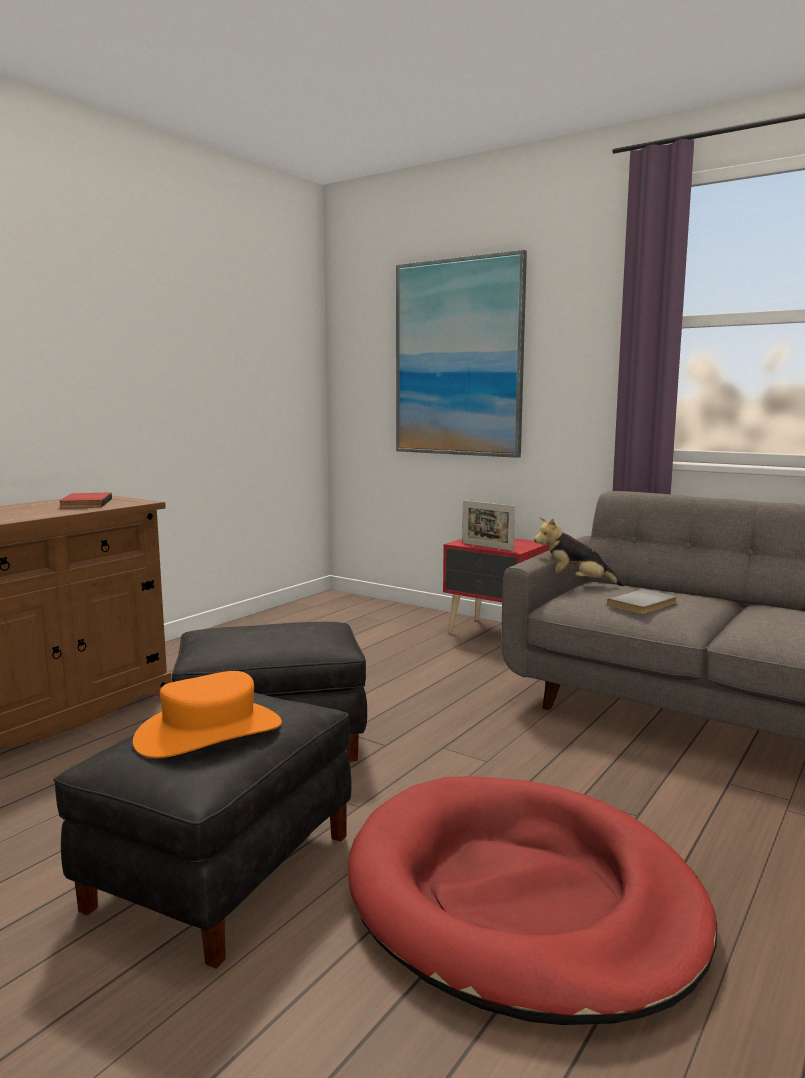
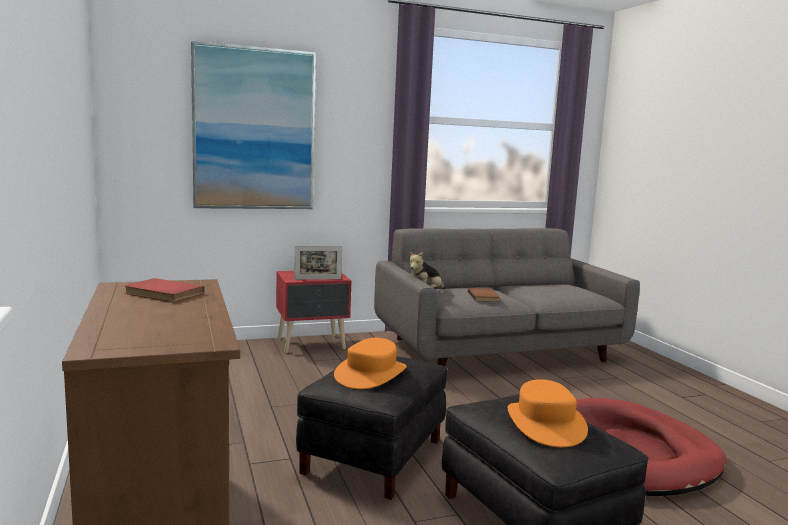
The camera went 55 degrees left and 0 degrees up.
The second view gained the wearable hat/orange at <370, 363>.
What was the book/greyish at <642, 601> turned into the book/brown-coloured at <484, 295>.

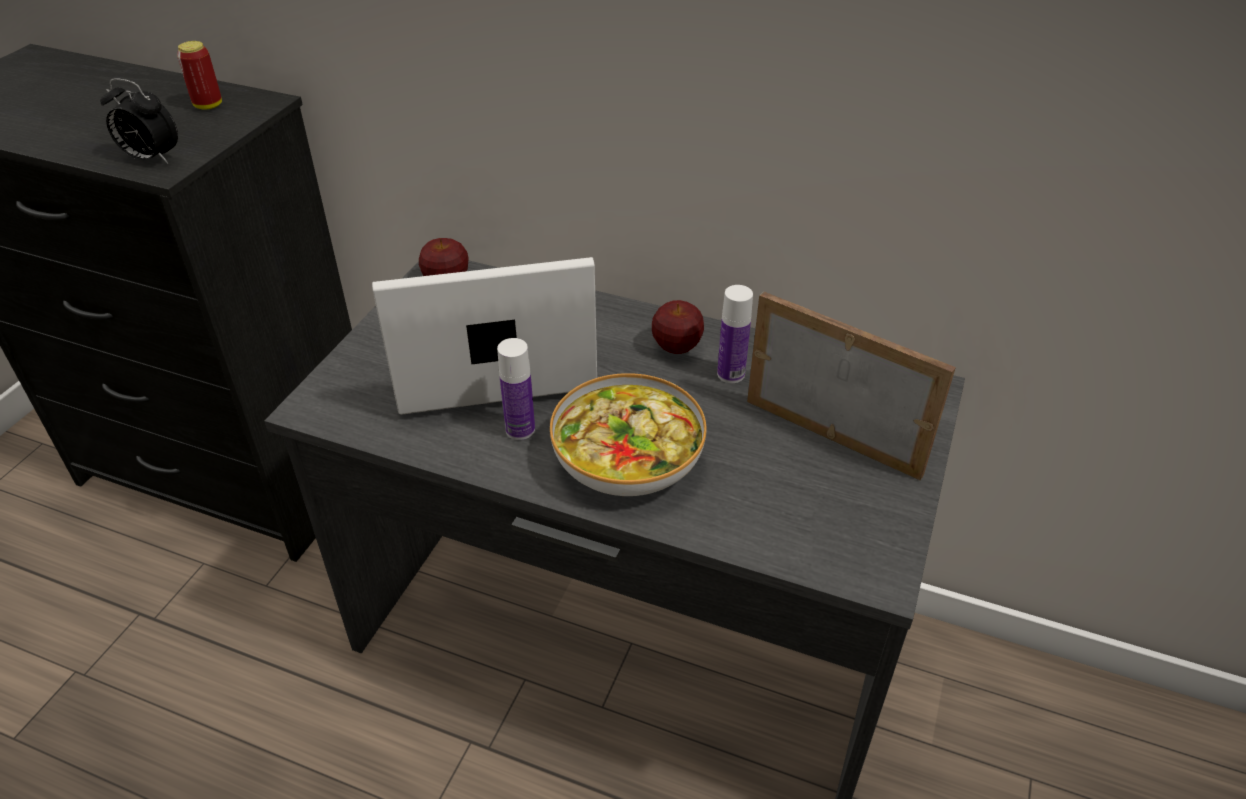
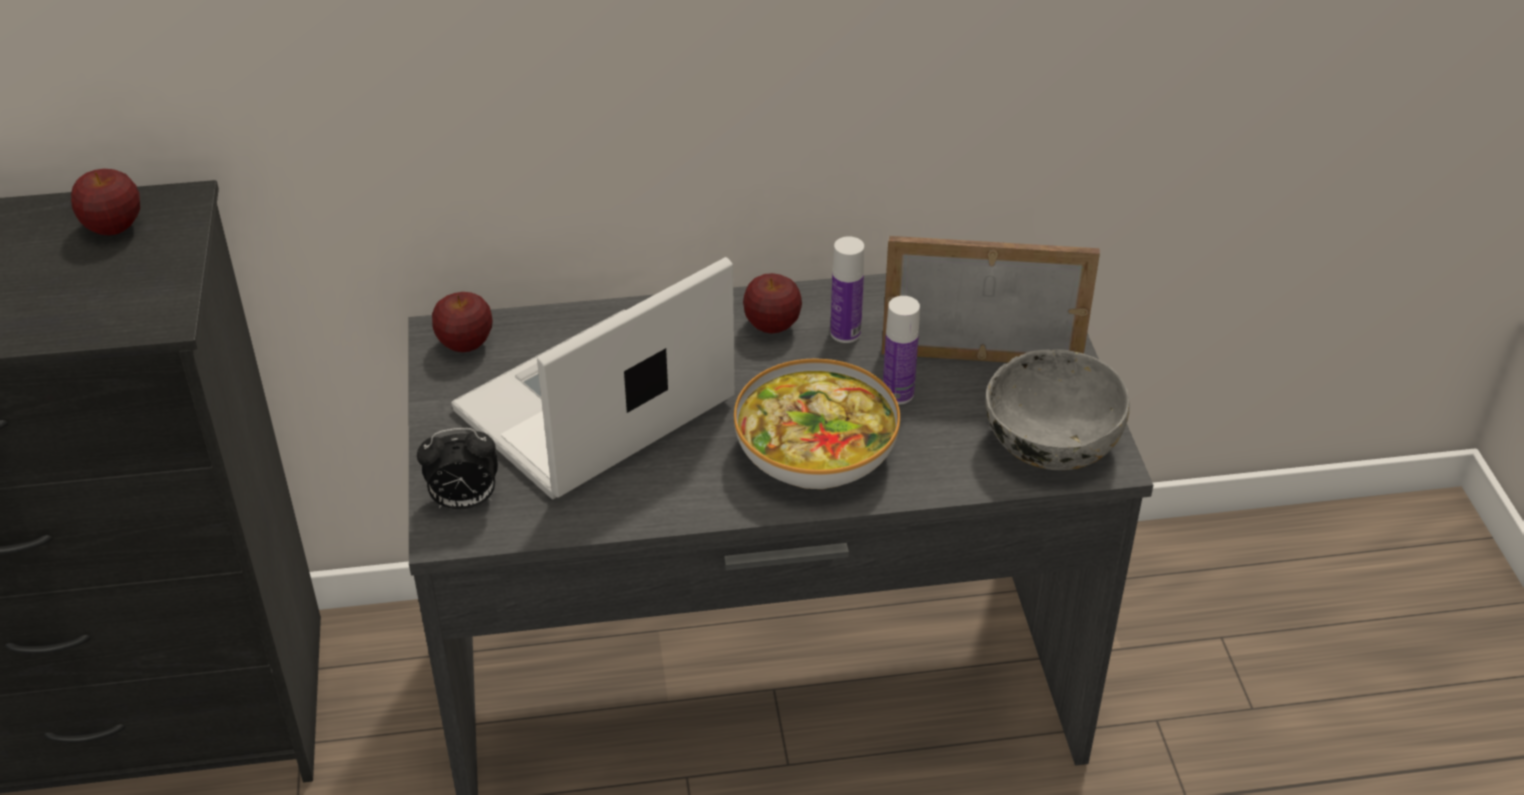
The camera went 30 degrees left and 0 degrees up.
Where the can stood at <199, 75>, the apple fruit came to stand at <105, 202>.
The bedside clock ended up elsewhere, having gone from <139, 121> to <457, 468>.
The beverage bottle ended up elsewhere, having gone from <516, 389> to <901, 350>.
The second view gained the serving bowl/greyish at <1058, 409>.

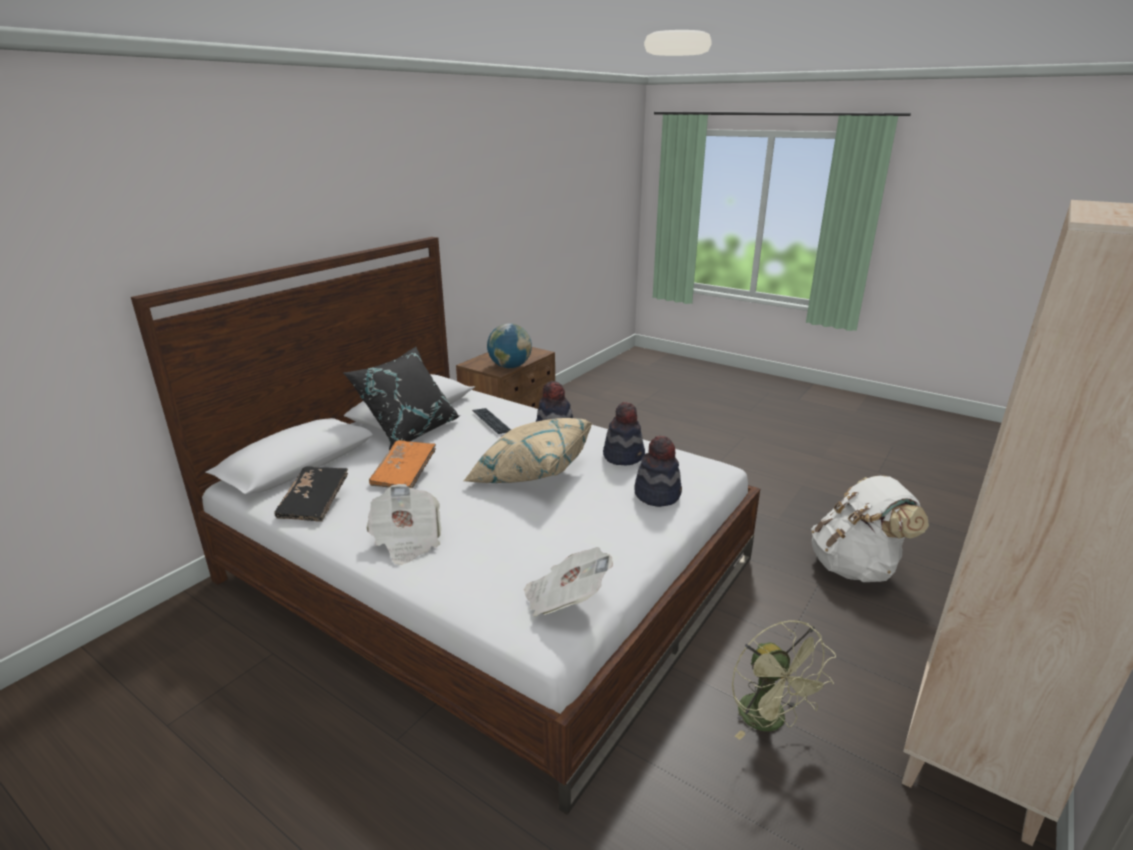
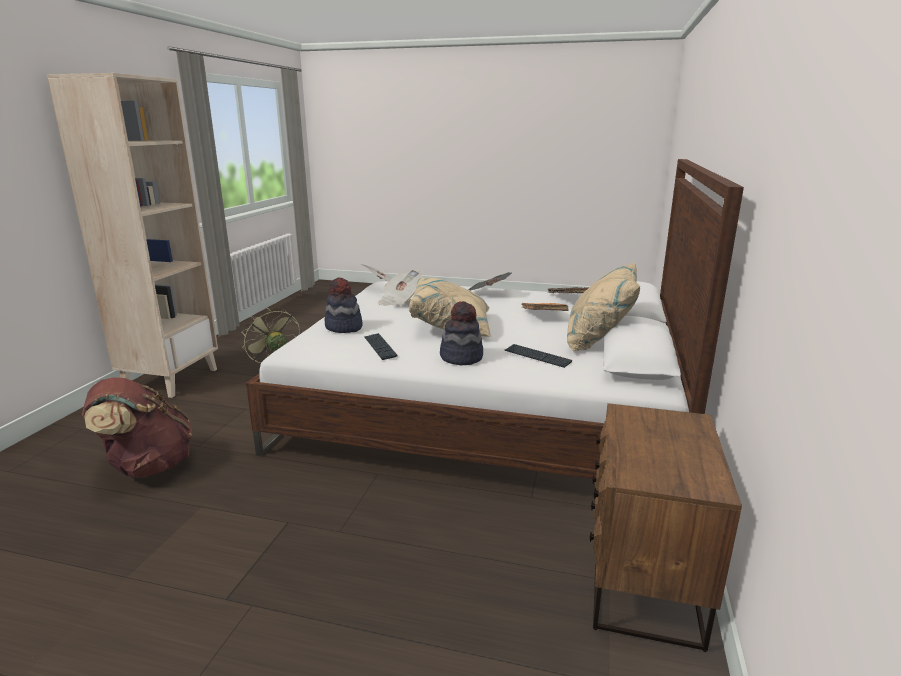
The camera went 160 degrees right and 5 degrees down.
What was the rucksack/whitish at <870, 529> turned into the rucksack/brown-coloured at <137, 427>.
Where the wearable hat stood at <624, 433>, the computer keyboard came to stand at <380, 346>.
The second view gained the printed paper at <401, 288>.
What was the throw pillow/black-coloured at <401, 399> turned into the throw pillow/sand-coloured at <603, 306>.
The second view lost the world globe at <509, 345>.

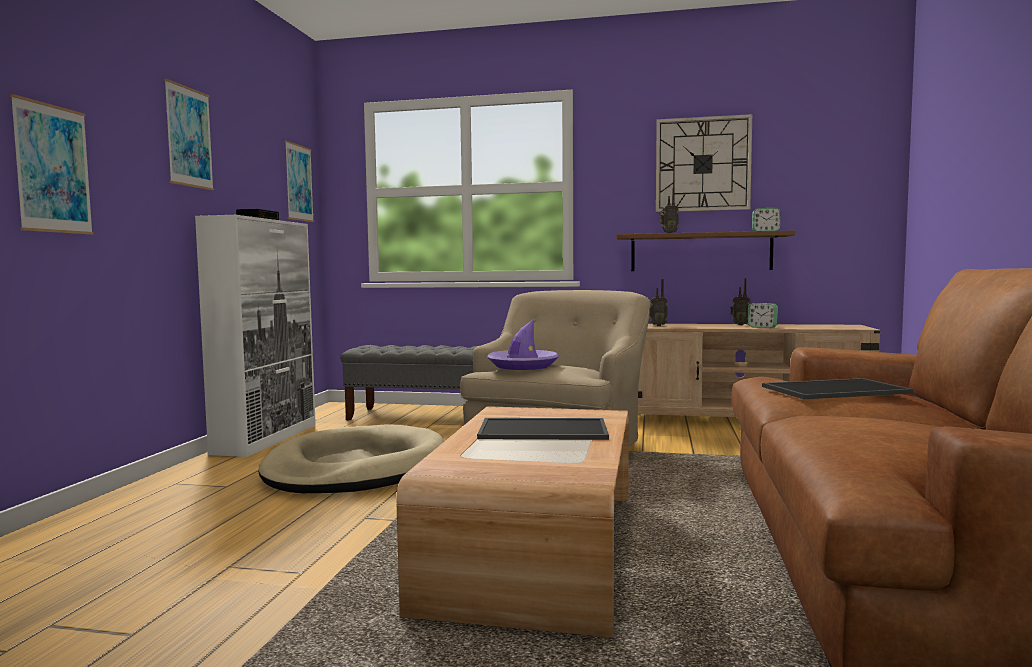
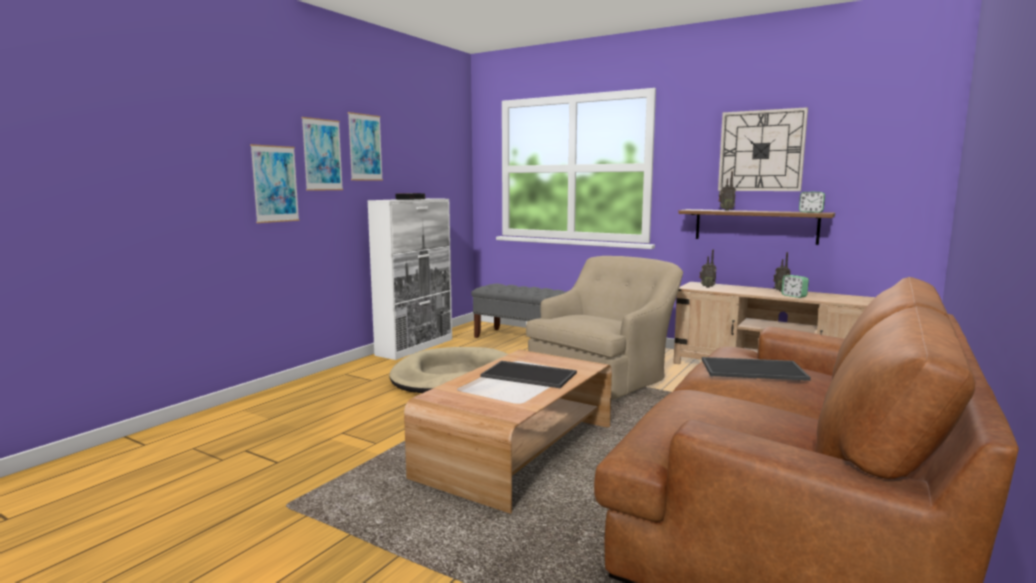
The camera went 20 degrees right and 5 degrees up.
The wall picture ended up elsewhere, having gone from <299, 181> to <322, 154>.
The second view lost the wearable hat/purplish at <523, 344>.

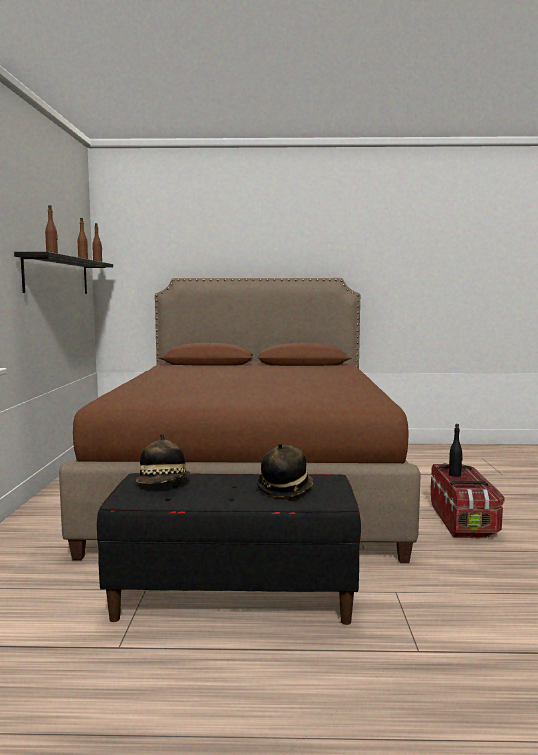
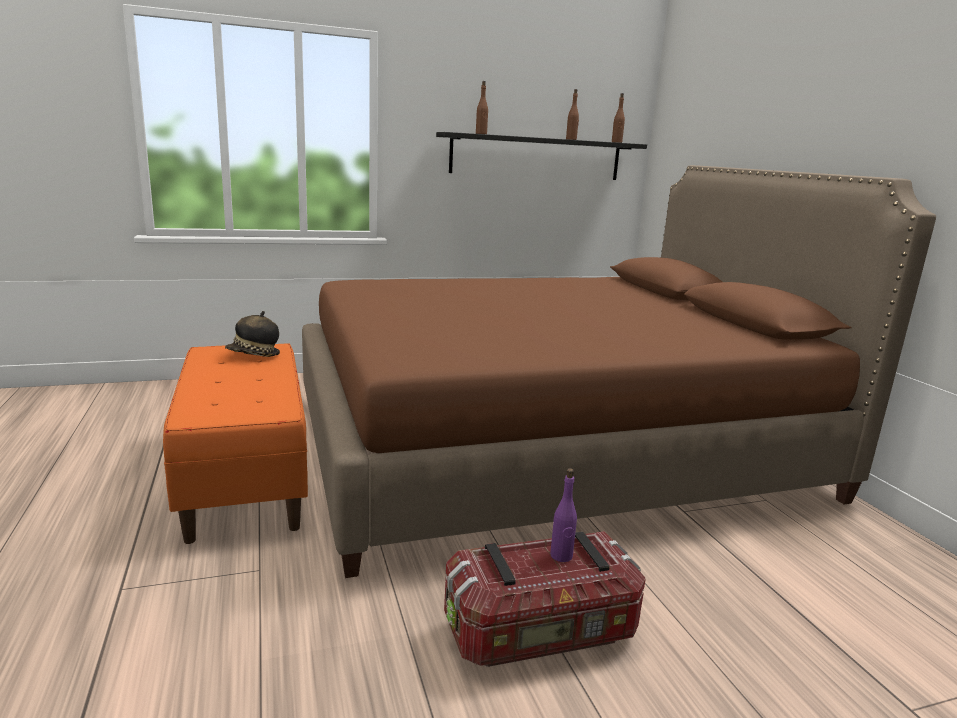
The camera went 70 degrees right and 10 degrees up.
What was the bench/black-coloured at <229, 549> turned into the bench/orange at <235, 443>.
What was the beverage bottle/black-coloured at <456, 450> turned into the beverage bottle/purplish at <563, 515>.
The second view lost the wearable hat at <285, 470>.

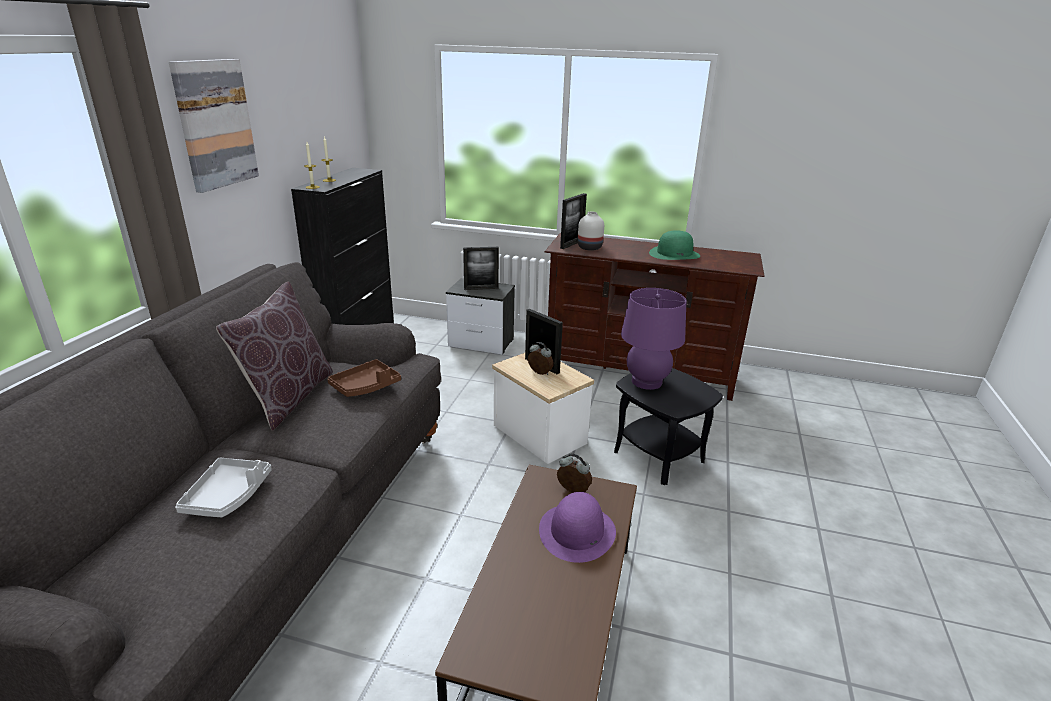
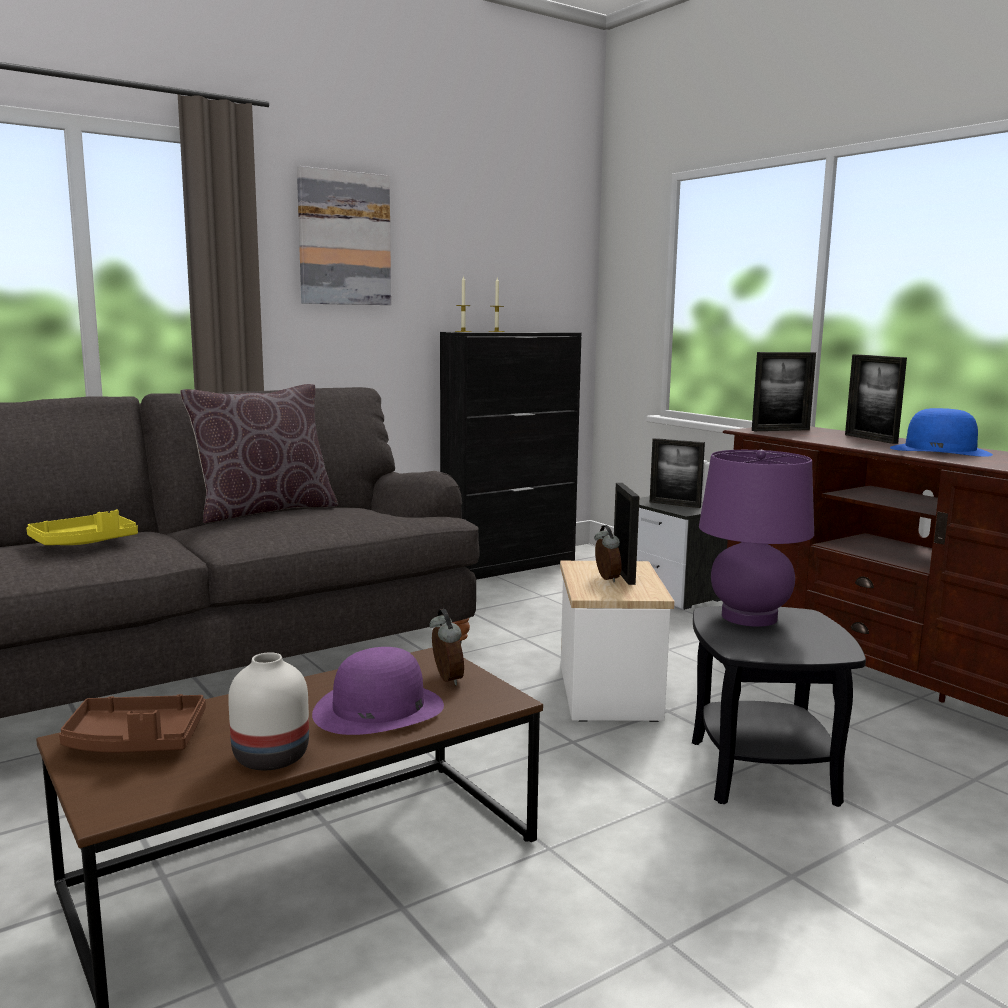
The camera went 40 degrees right and 15 degrees down.
What was the carrying tray/greyish at <223, 487> turned into the carrying tray/yellow at <82, 527>.
The carrying tray/brown-coloured ended up elsewhere, having gone from <364, 378> to <132, 723>.
The vase/whitish ended up elsewhere, having gone from <591, 231> to <268, 711>.
The second view gained the standing frame at <876, 399>.
What was the wearable hat/green-coloured at <674, 245> turned into the wearable hat/blue at <941, 432>.

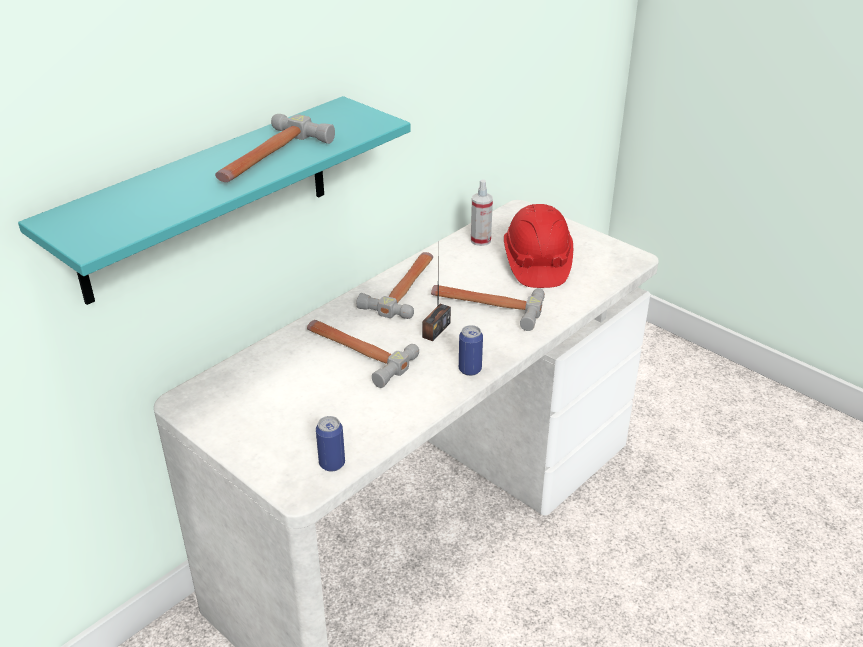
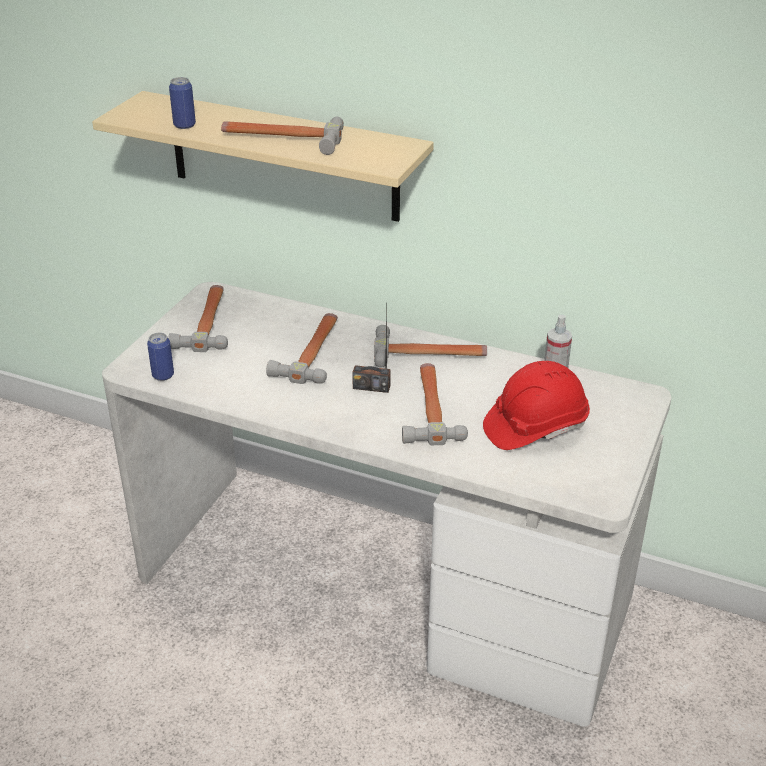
The camera went 70 degrees right and 0 degrees up.
What was the wall shelf/blue-green at <214, 200> turned into the wall shelf/sand-coloured at <263, 156>.
The second view gained the hand hammer at <198, 318>.
The can ended up elsewhere, having gone from <471, 350> to <182, 103>.

